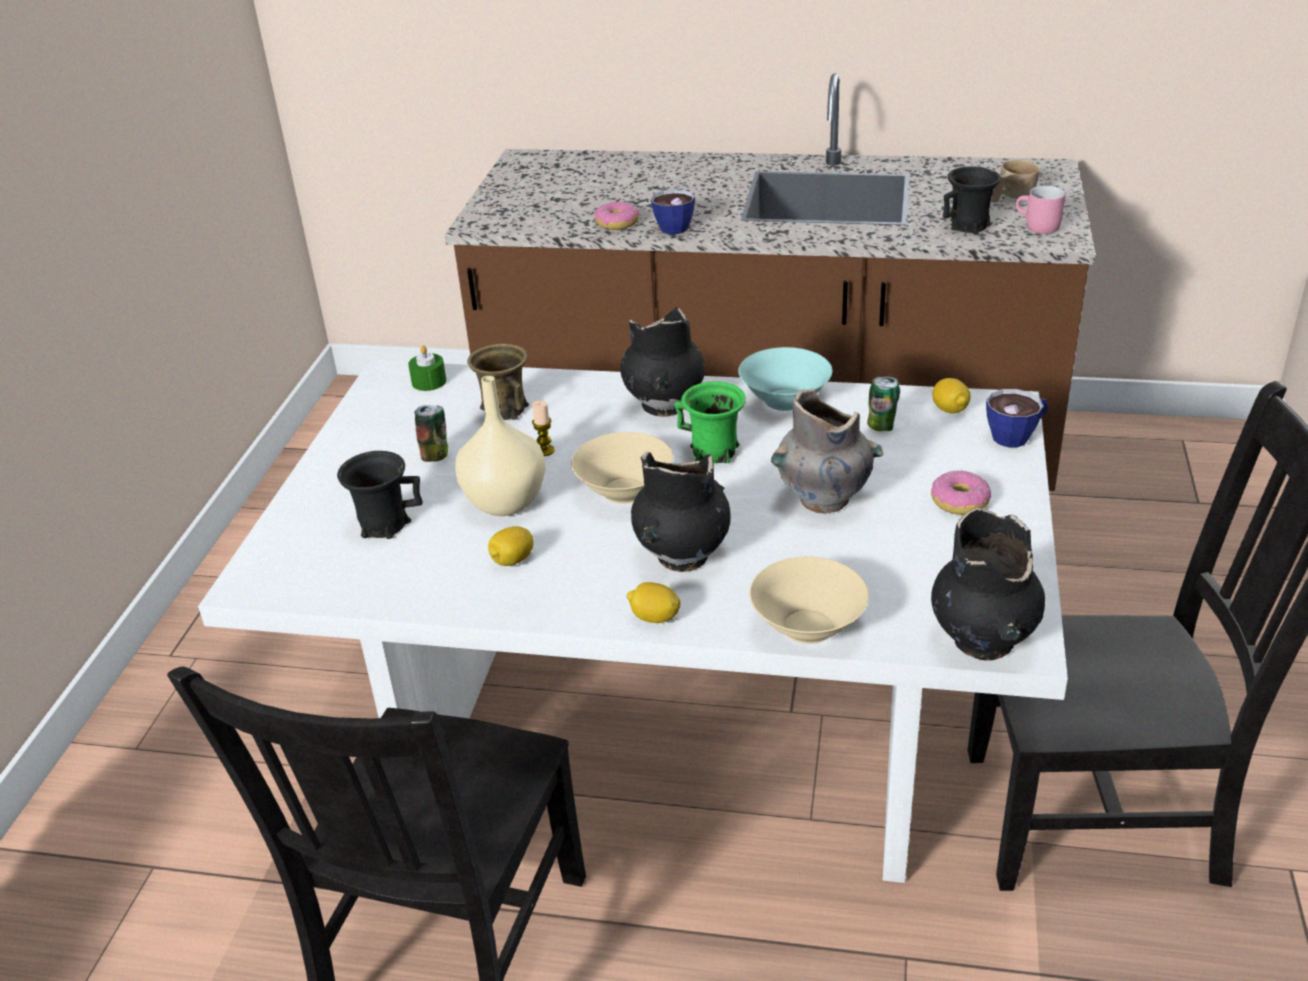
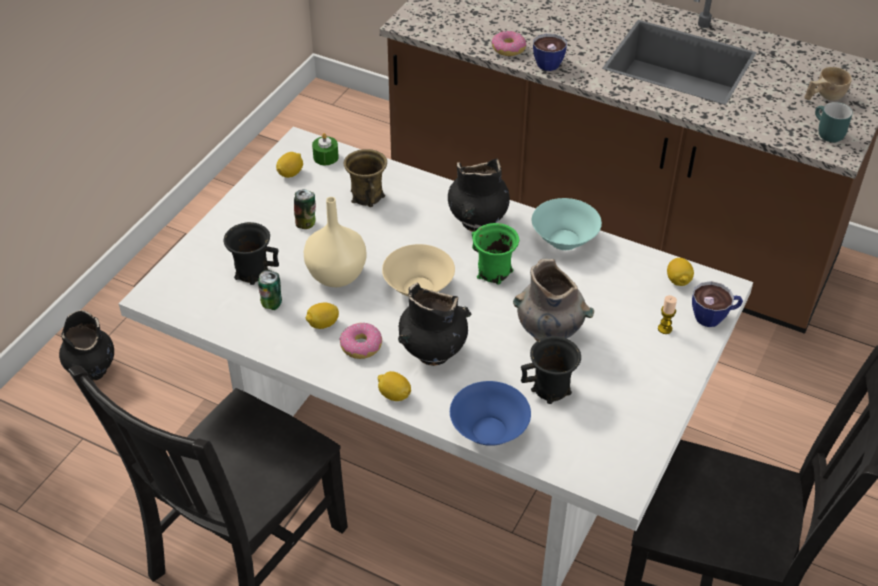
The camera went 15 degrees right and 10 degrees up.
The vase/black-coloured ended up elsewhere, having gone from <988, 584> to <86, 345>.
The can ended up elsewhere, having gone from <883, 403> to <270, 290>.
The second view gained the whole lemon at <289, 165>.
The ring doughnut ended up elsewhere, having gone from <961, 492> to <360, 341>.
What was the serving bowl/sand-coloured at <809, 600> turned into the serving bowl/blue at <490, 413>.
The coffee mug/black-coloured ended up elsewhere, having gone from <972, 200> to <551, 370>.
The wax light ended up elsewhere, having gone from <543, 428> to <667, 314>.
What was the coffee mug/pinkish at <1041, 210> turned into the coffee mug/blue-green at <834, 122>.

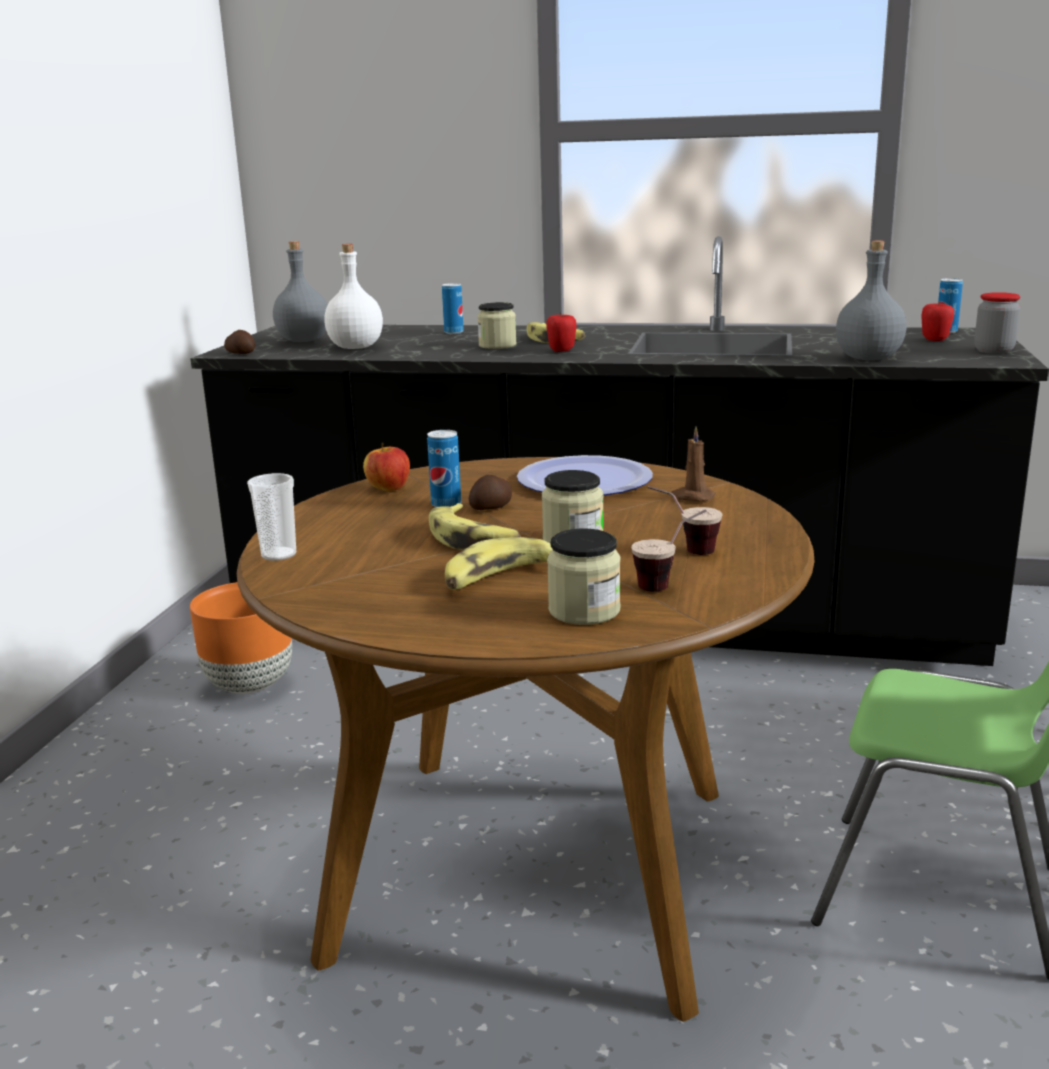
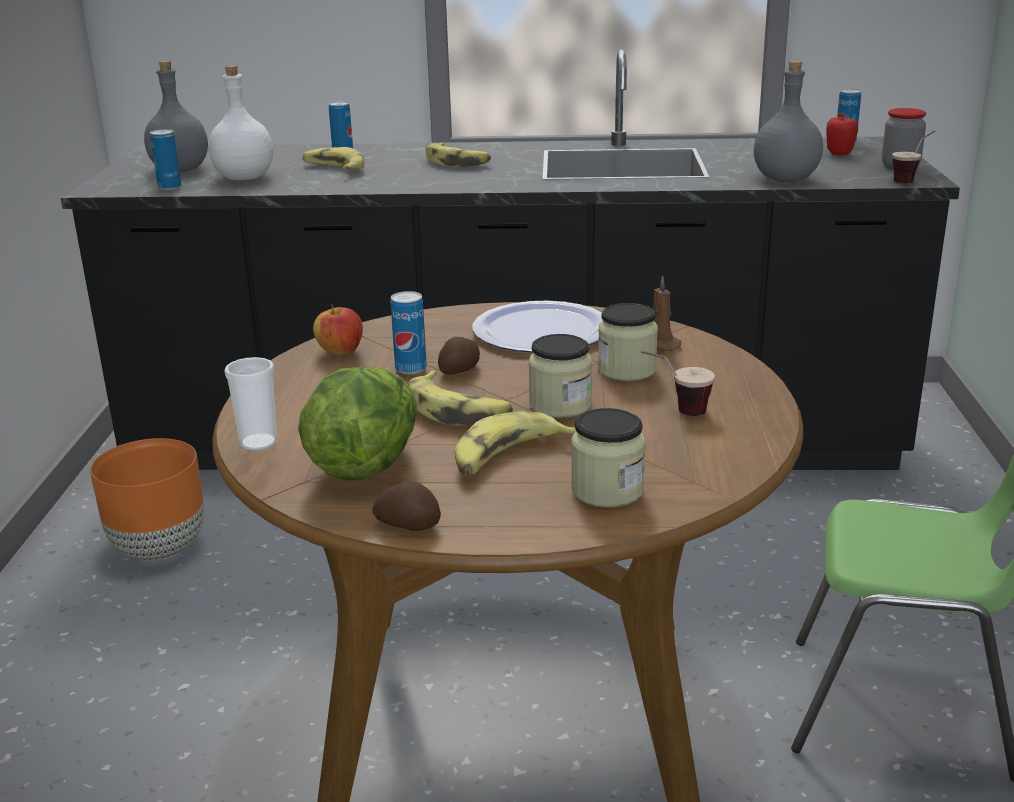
The camera went 10 degrees left and 5 degrees up.
The second view gained the can at <165, 159>.
The second view gained the lettuce at <357, 423>.
The second view gained the banana fruit at <333, 158>.
The spud ended up elsewhere, having gone from <239, 342> to <406, 506>.
The preserve jar ended up elsewhere, having gone from <497, 325> to <628, 342>.
The drinking cup ended up elsewhere, having gone from <668, 551> to <913, 156>.
The second view lost the apple fruit at <561, 332>.

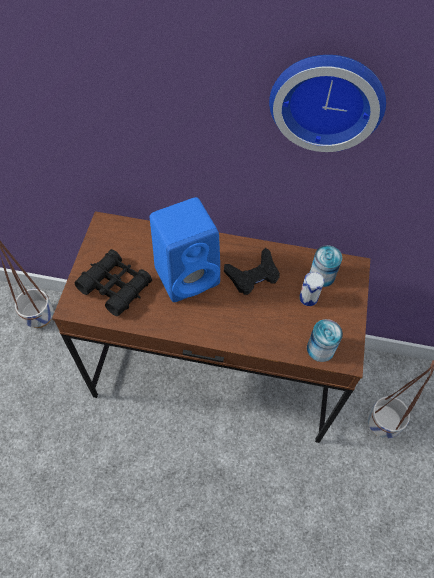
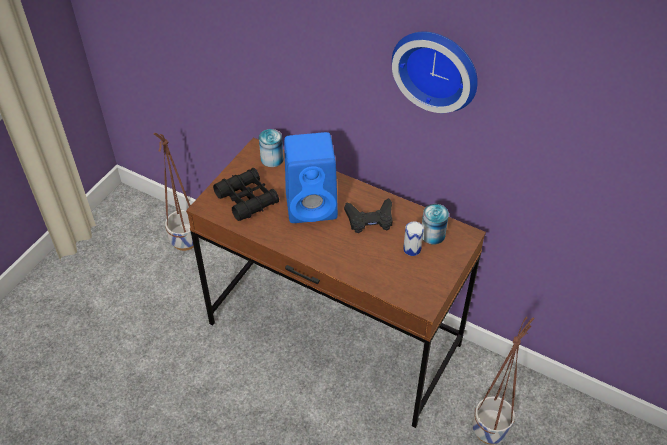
The camera went 20 degrees right and 10 degrees down.
The can ended up elsewhere, having gone from <325, 340> to <271, 148>.

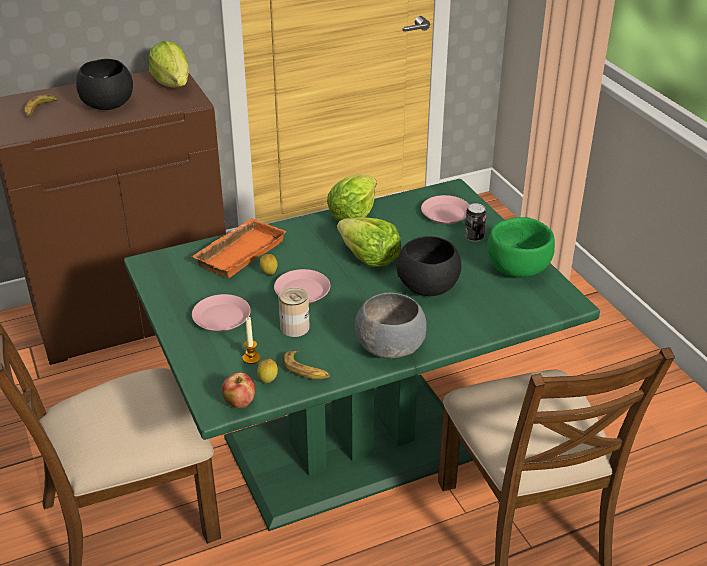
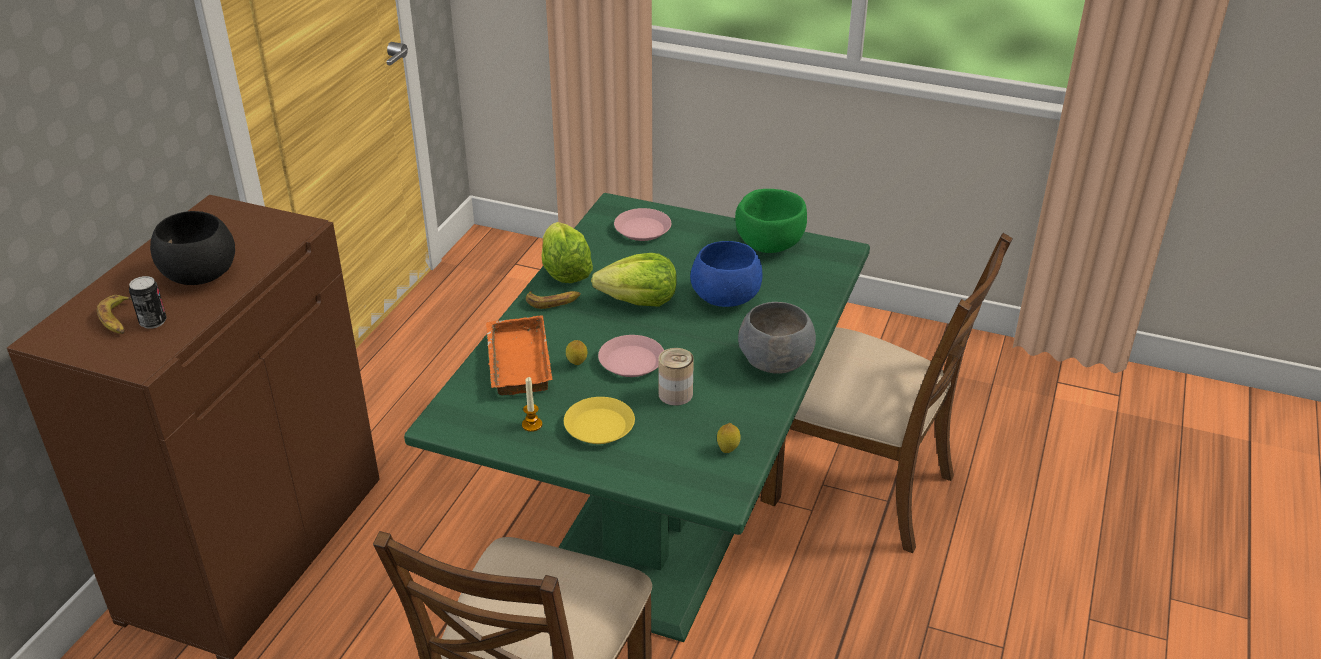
The camera went 45 degrees left and 0 degrees up.
The can ended up elsewhere, having gone from <475, 222> to <148, 302>.
The wax light ended up elsewhere, having gone from <251, 340> to <532, 404>.
The banana fruit ended up elsewhere, having gone from <306, 365> to <553, 300>.
What was the plate/pinkish at <221, 313> turned into the plate/yellow at <599, 420>.
What was the serving bowl/black-coloured at <429, 266> turned into the serving bowl/blue at <726, 274>.
The second view lost the lettuce at <169, 64>.
The second view lost the apple fruit at <239, 390>.

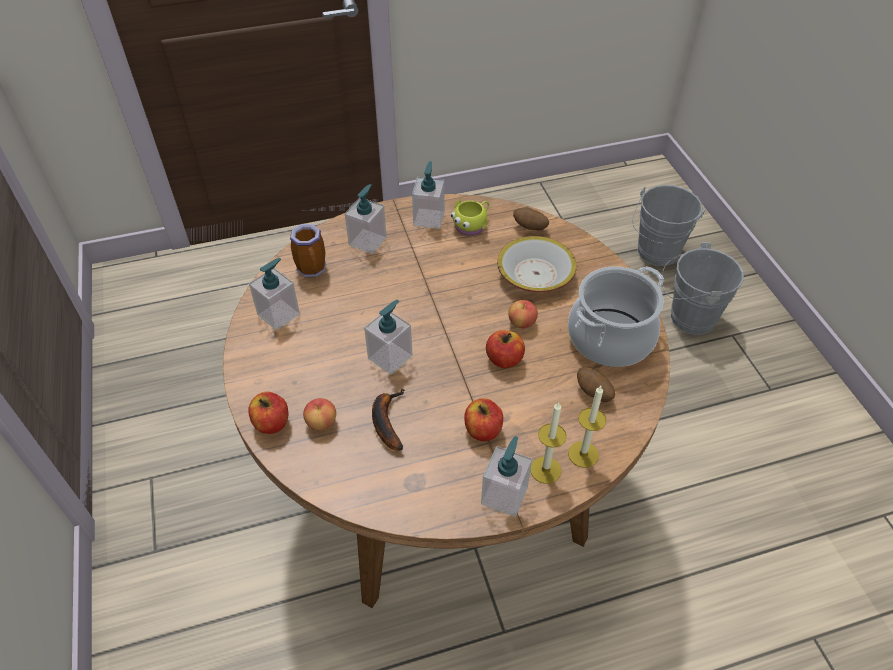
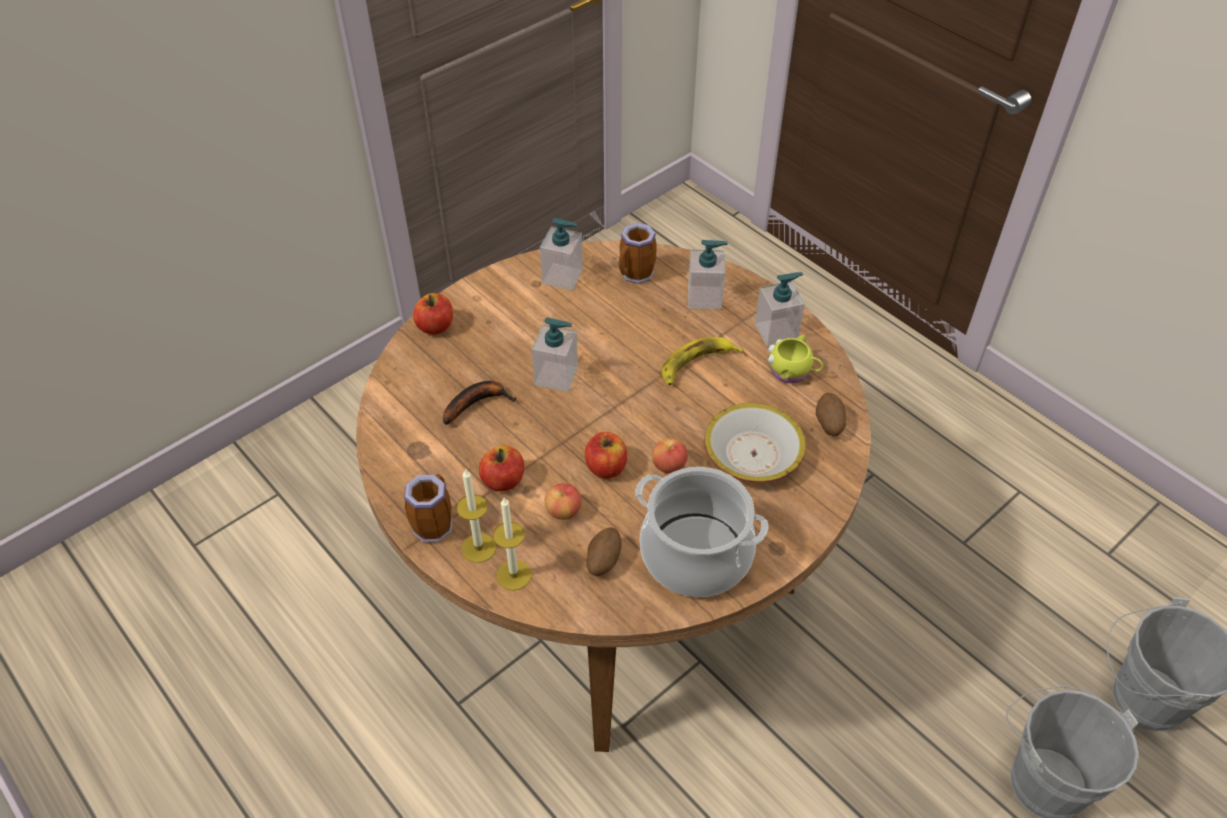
The camera went 65 degrees right and 0 degrees up.
Where the soap bottle stood at <506, 476>, the coffee mug came to stand at <428, 508>.
The apple fruit ended up elsewhere, having gone from <319, 414> to <563, 501>.
The second view gained the banana fruit at <703, 361>.

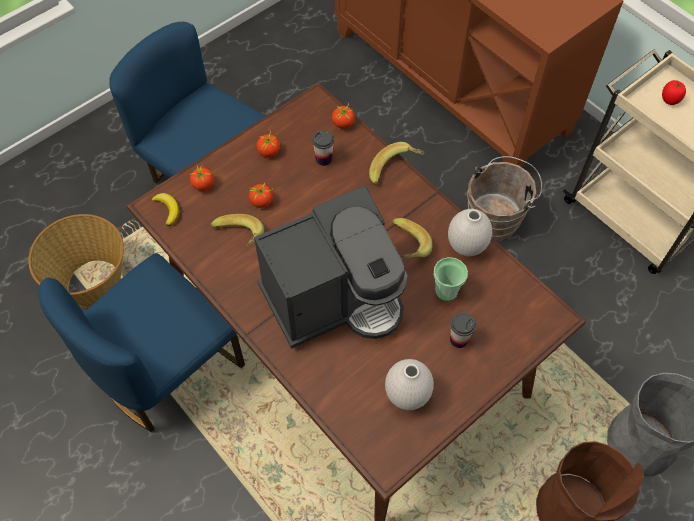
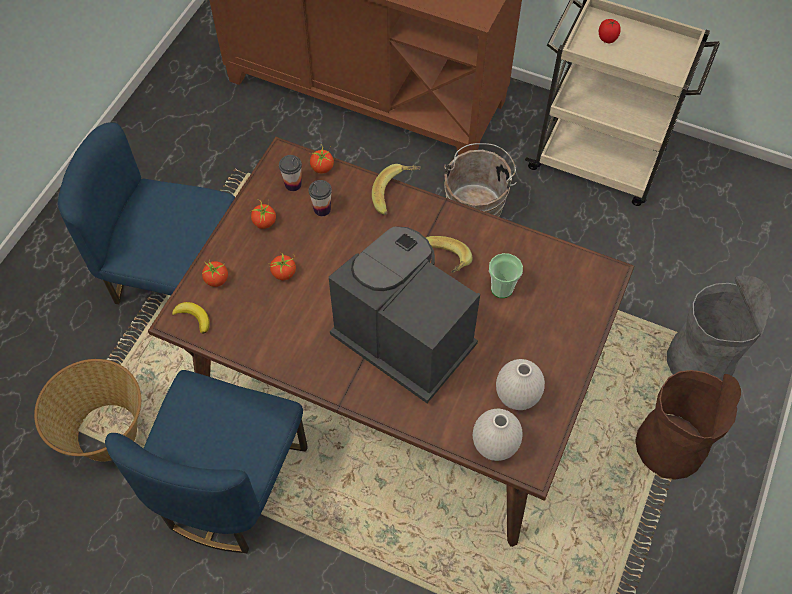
The camera went 25 degrees left and 0 degrees up.
The drinking cup ended up elsewhere, having gone from <463, 330> to <290, 173>.
The coffee maker at <330, 267> ended up facing another way, 90 degrees counterclockwise from before.
The vase/whitish ended up elsewhere, having gone from <470, 232> to <497, 435>.
The second view lost the banana fruit at <237, 230>.

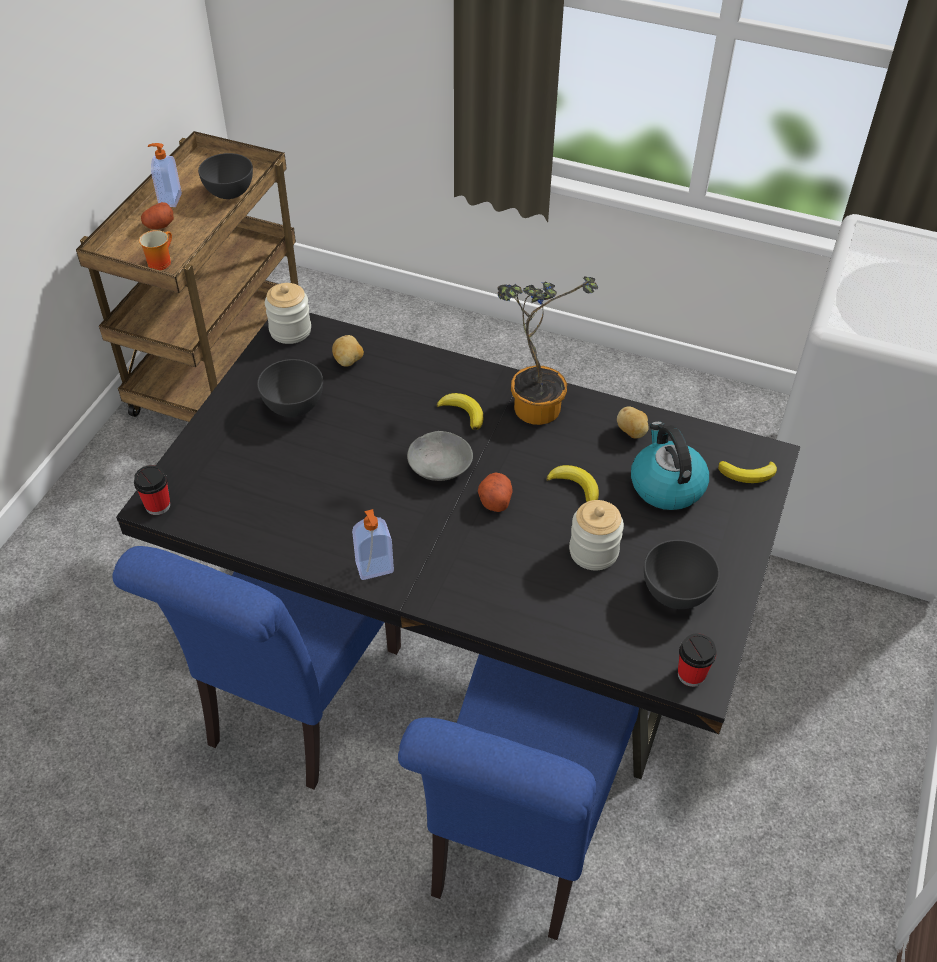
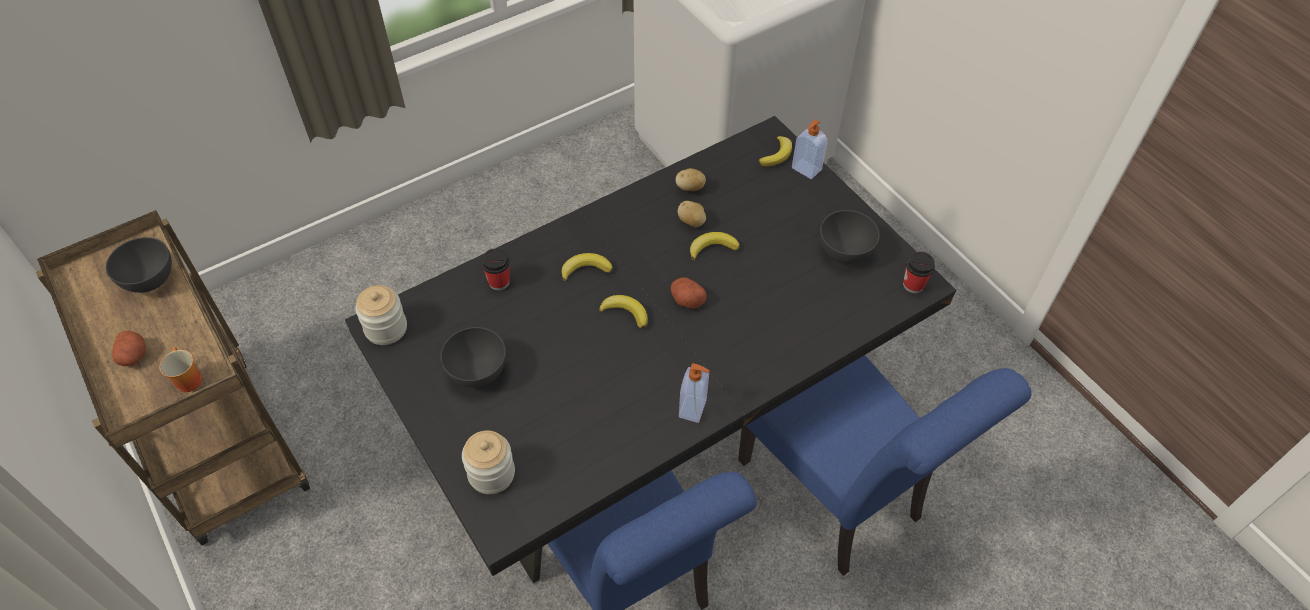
The camera went 55 degrees left and 5 degrees up.
The preserve jar ended up elsewhere, having gone from <596, 535> to <488, 462>.
The drinking cup ended up elsewhere, having gone from <152, 490> to <495, 270>.
Where the serving bowl/greyish stood at <440, 456>, the banana fruit came to stand at <623, 312>.
The spud ended up elsewhere, having gone from <348, 351> to <692, 214>.
The soap bottle ended up elsewhere, having gone from <165, 175> to <810, 149>.
The second view lost the potted plant at <547, 350>.
The second view lost the kettle at <670, 465>.

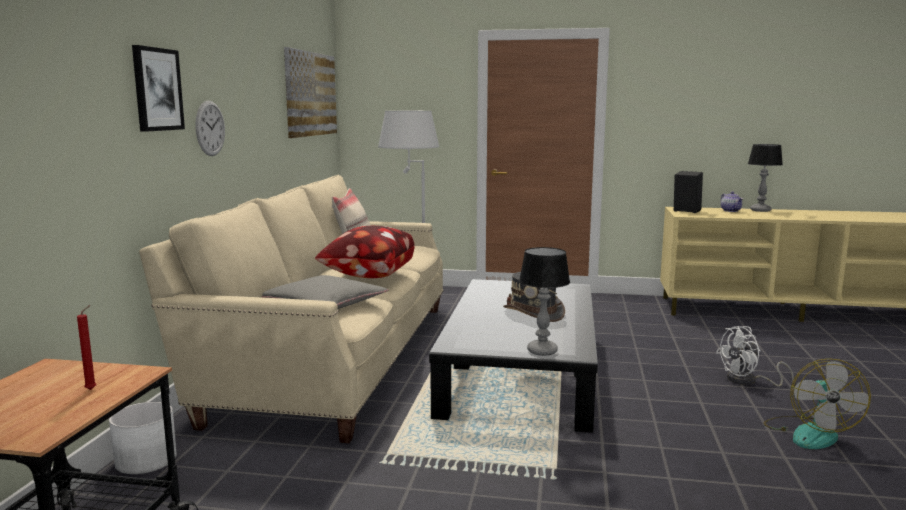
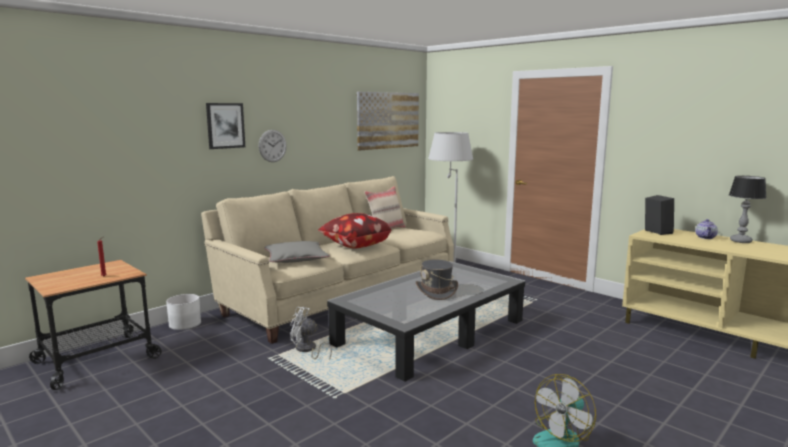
The camera went 35 degrees right and 0 degrees up.
The electric fan/whitish ended up elsewhere, having gone from <755, 356> to <311, 333>.
The second view lost the table lamp at <544, 301>.

